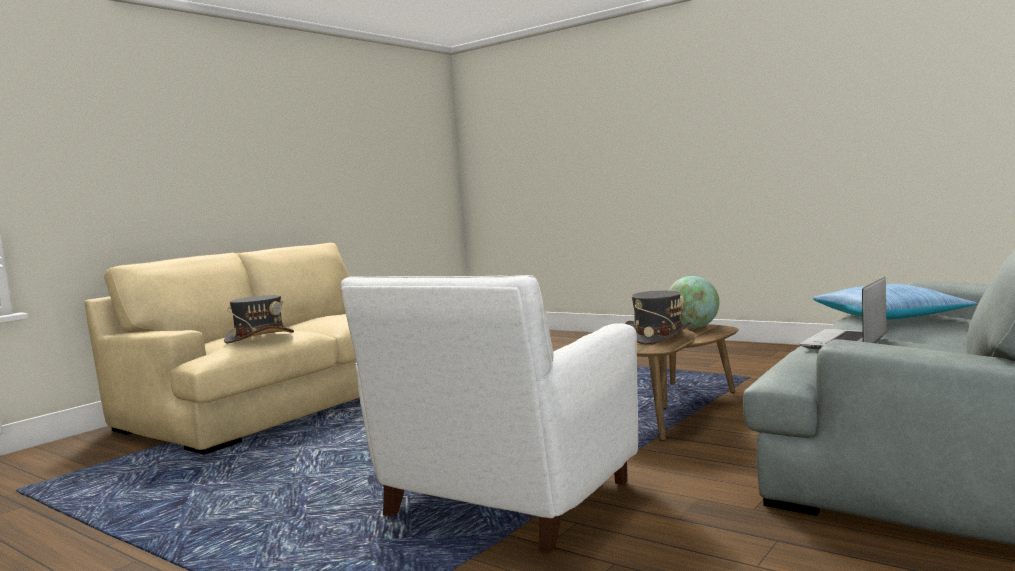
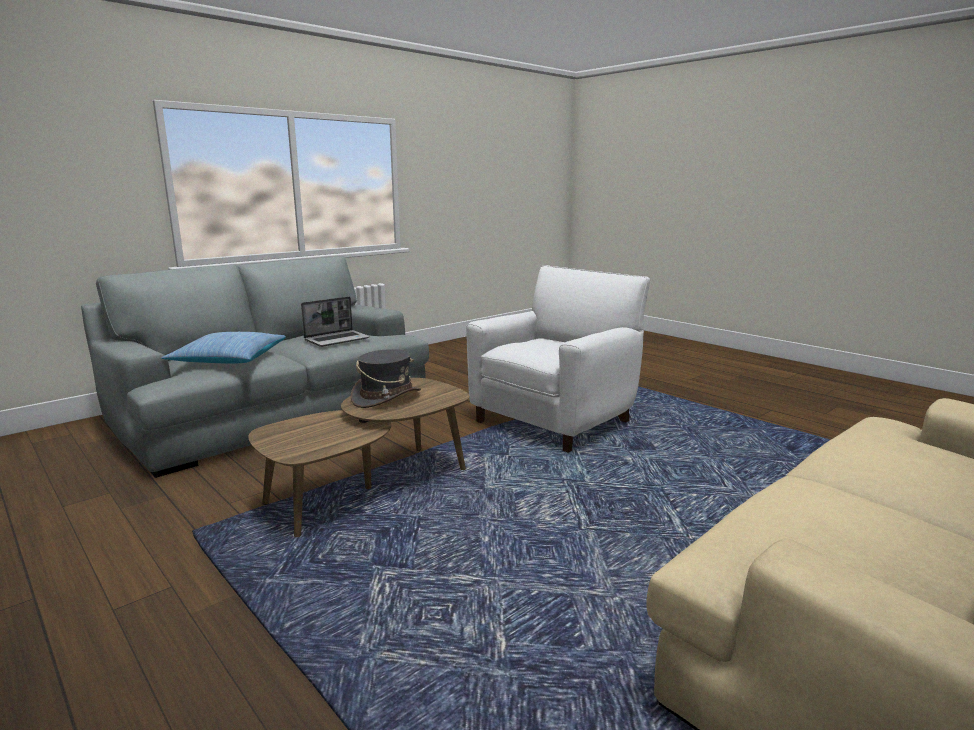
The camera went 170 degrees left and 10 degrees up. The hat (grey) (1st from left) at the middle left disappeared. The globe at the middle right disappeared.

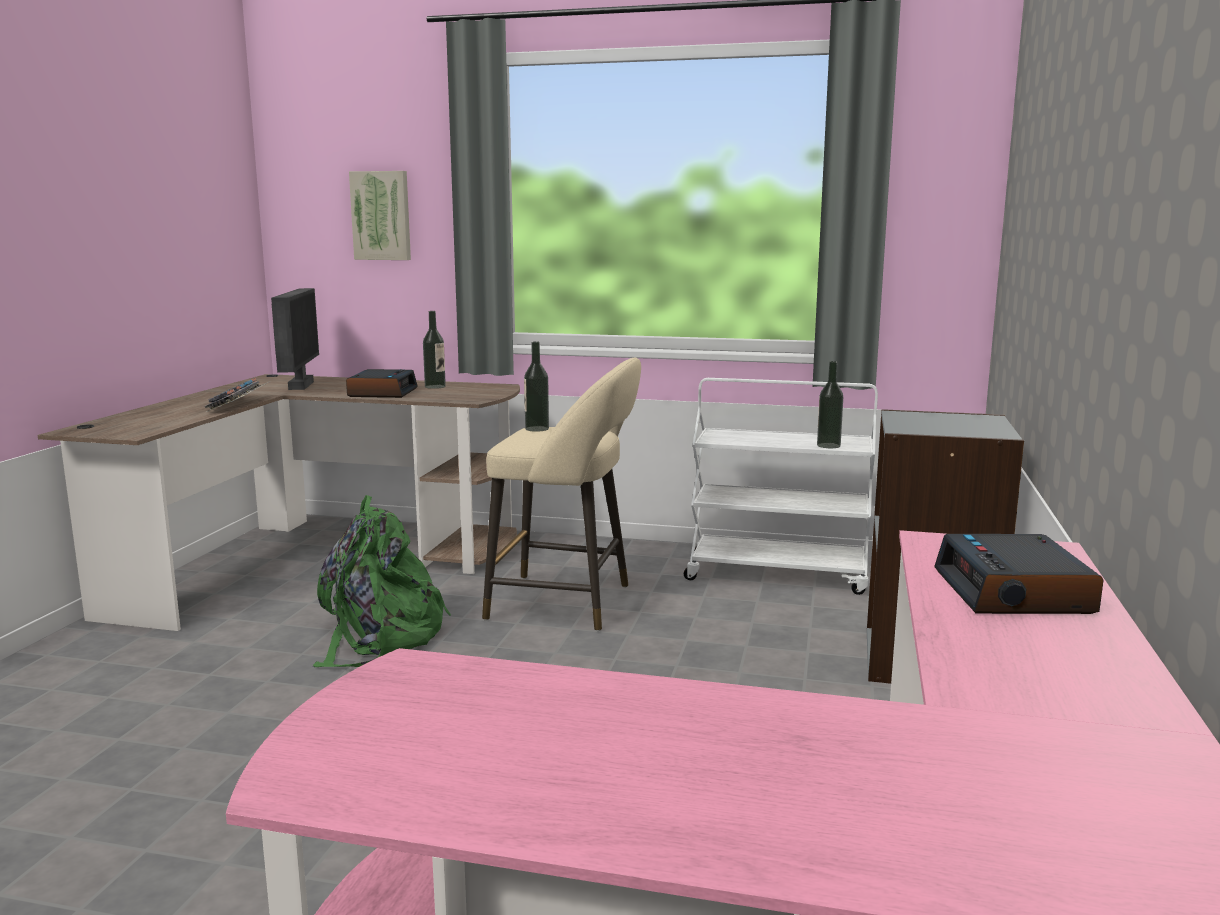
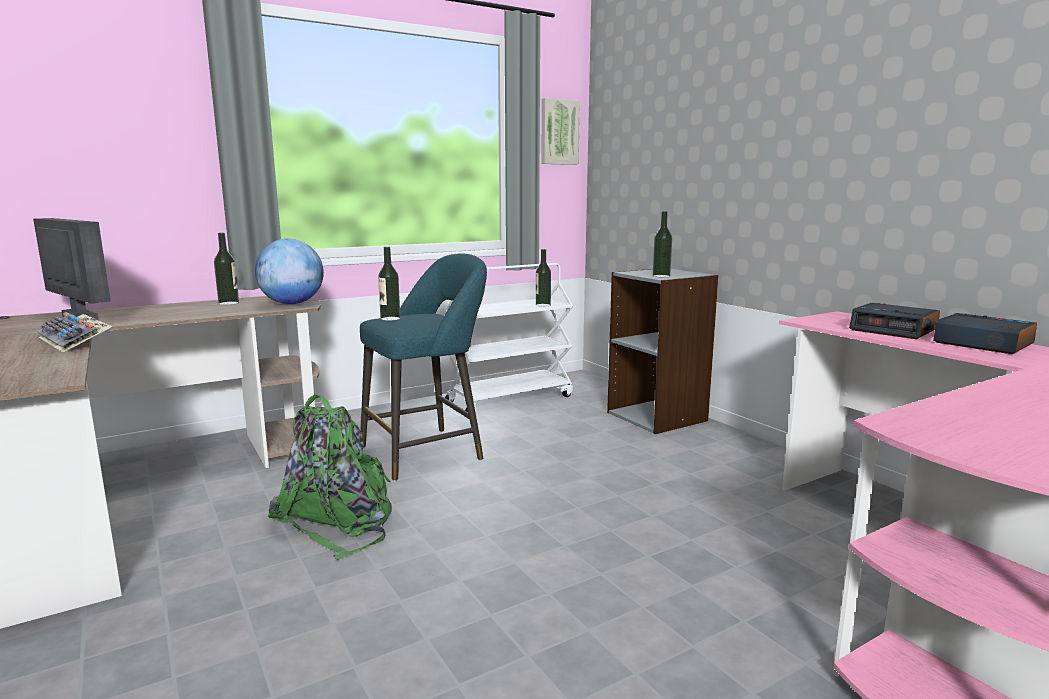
The camera went 45 degrees left and 0 degrees up. The alarm clock (1st from left in the first image) moved from the middle left to the middle right. The picture moved from the top left to the top centre. The stool (beige) at the centre became the stool (turquoise) at the centre. The globe at the middle left appeared. The bottle (4th from left) at the centre appeared.

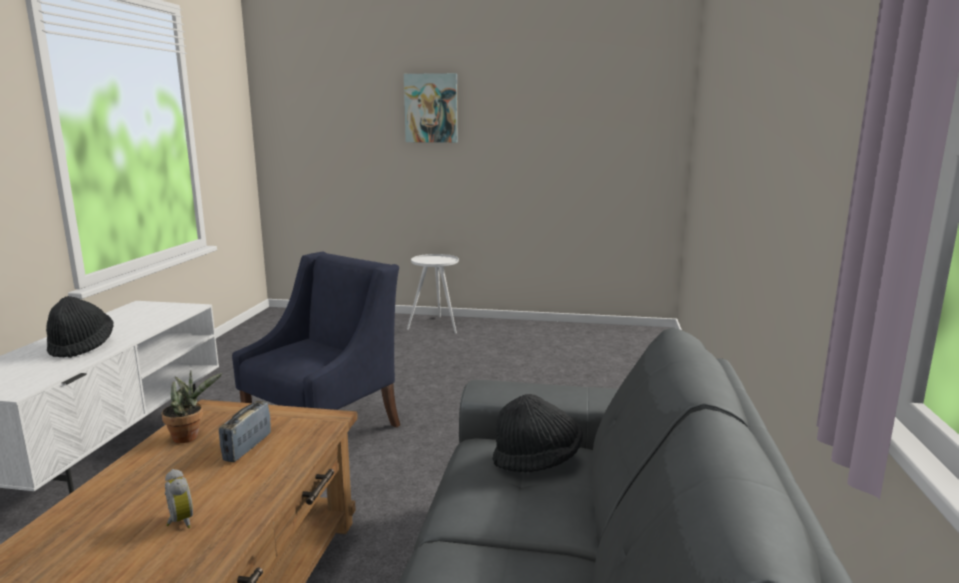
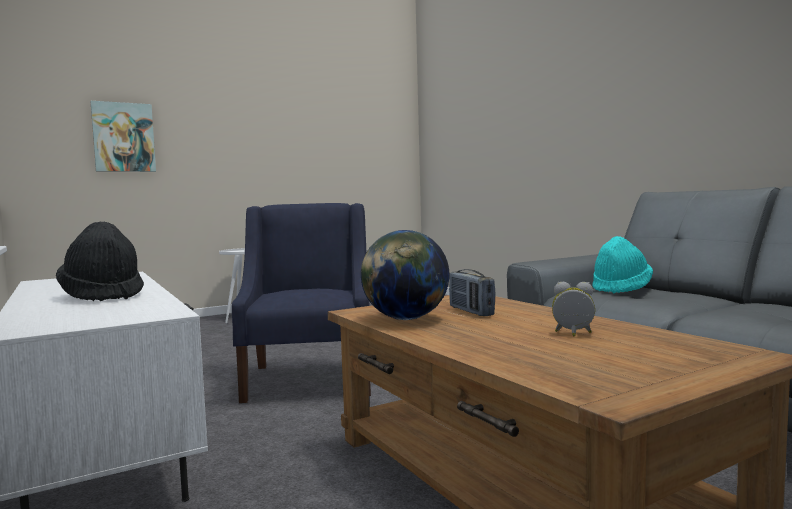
The camera went 40 degrees left and 10 degrees down. The potted plant at the bottom left was replaced by the globe at the centre. The picture moved from the top centre to the top left. The hat (black) (2nd from left) at the bottom centre became the hat (turquoise) at the middle right.

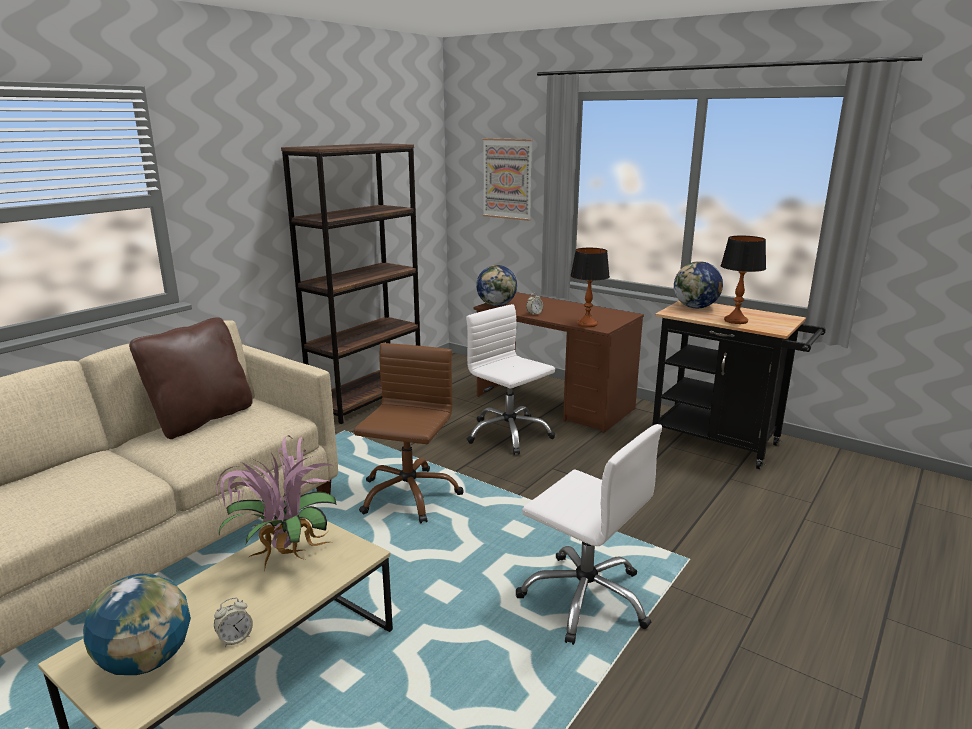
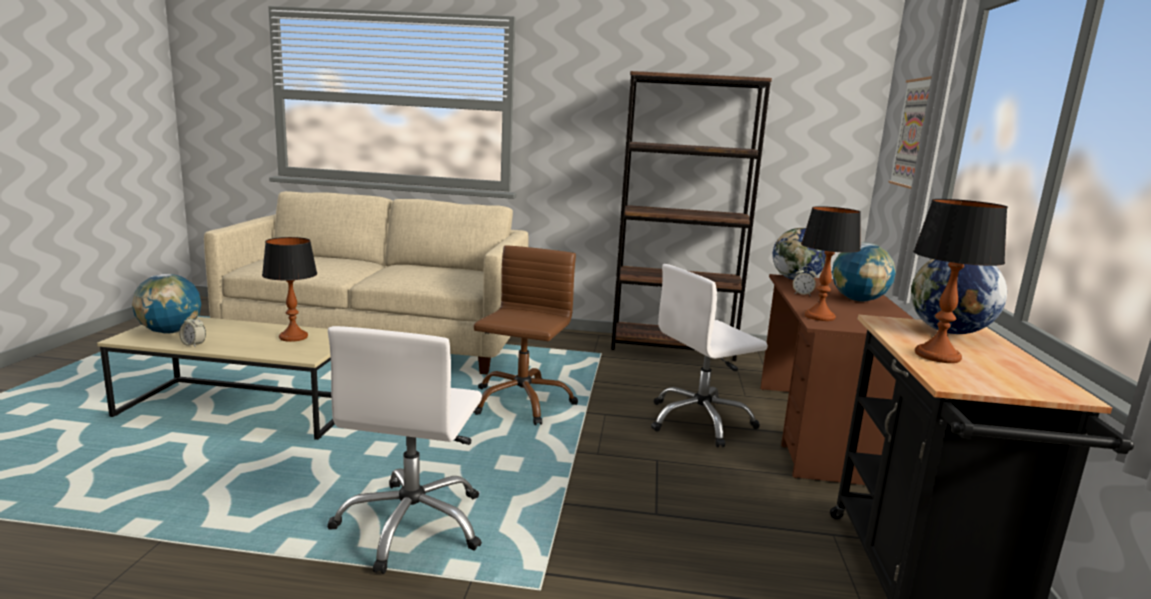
The camera went 60 degrees right and 5 degrees down. The pillow (brown) at the middle left disappeared. The potted plant at the bottom left was replaced by the table lamp (1st from left) at the middle left. The office chair (brown) at the centre turned 60 degrees counterclockwise. The office chair (white) (1st from left in the first image) at the centre turned 135 degrees counterclockwise. The globe (3rd from left) at the middle right appeared.

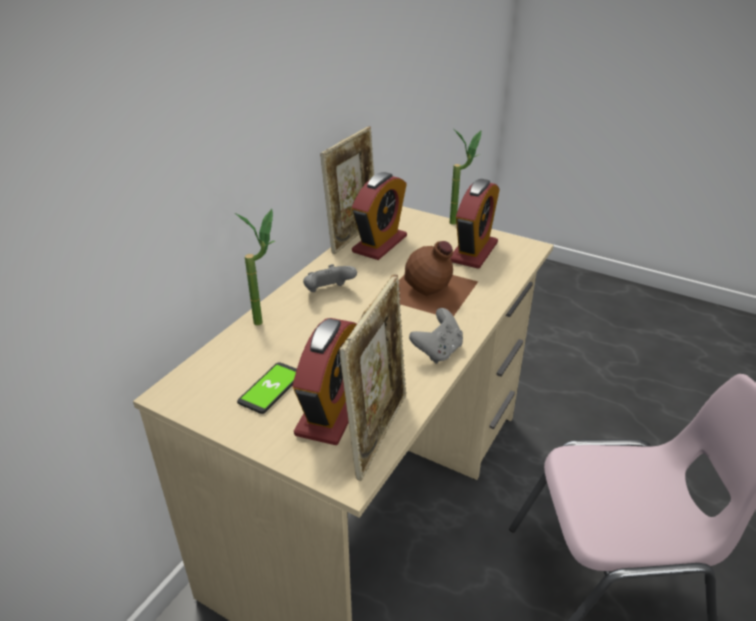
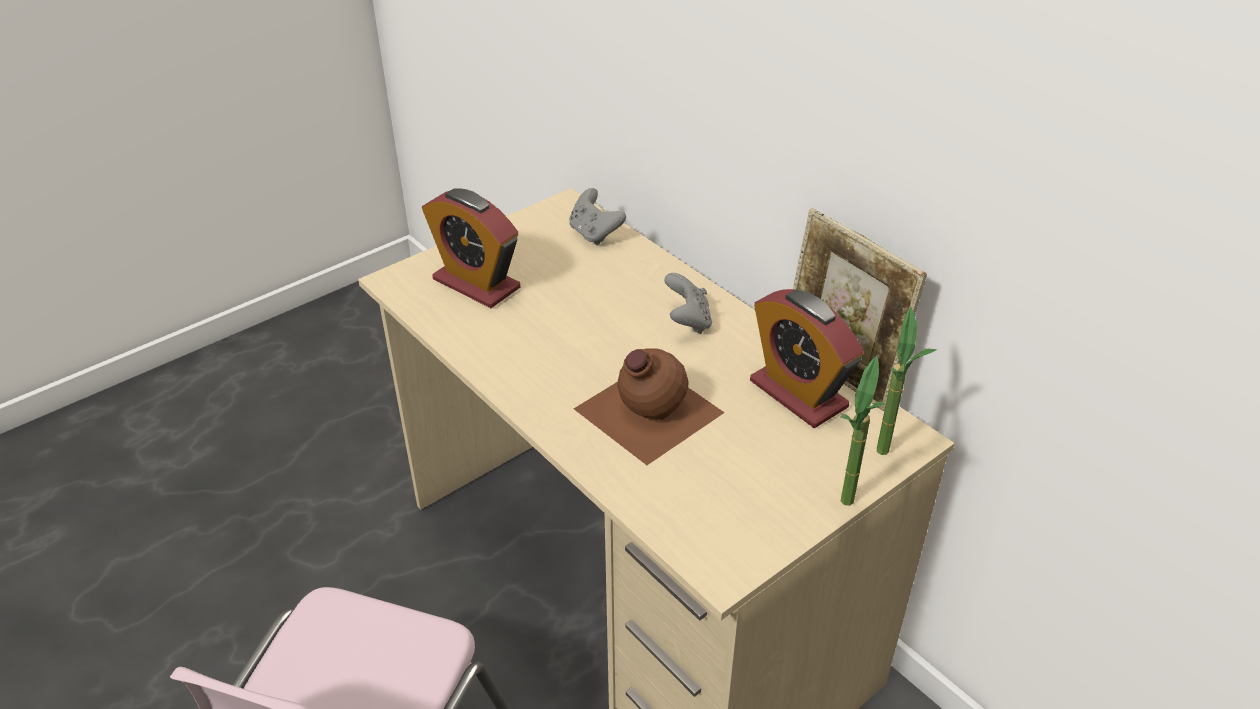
The camera went 110 degrees right and 5 degrees up. The potted plant (1st from left in the first image) moved from the centre to the middle right. The phone at the centre disappeared. The picture frame (2nd from left) at the centre disappeared. The game controller (grey) (2nd from left in the first image) moved from the centre to the top centre. The alarm clock (3rd from left) at the centre disappeared.

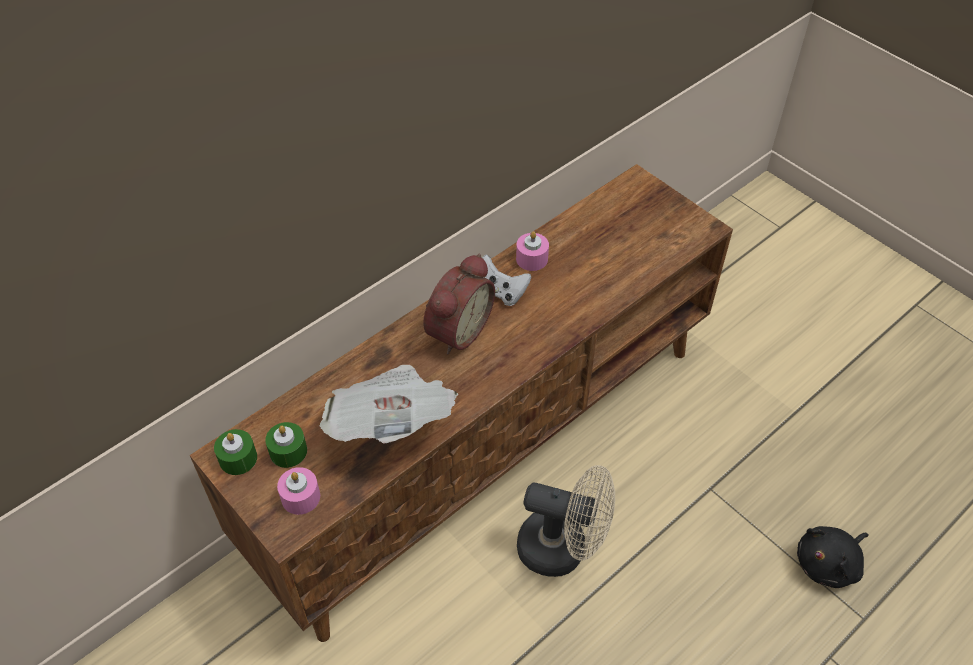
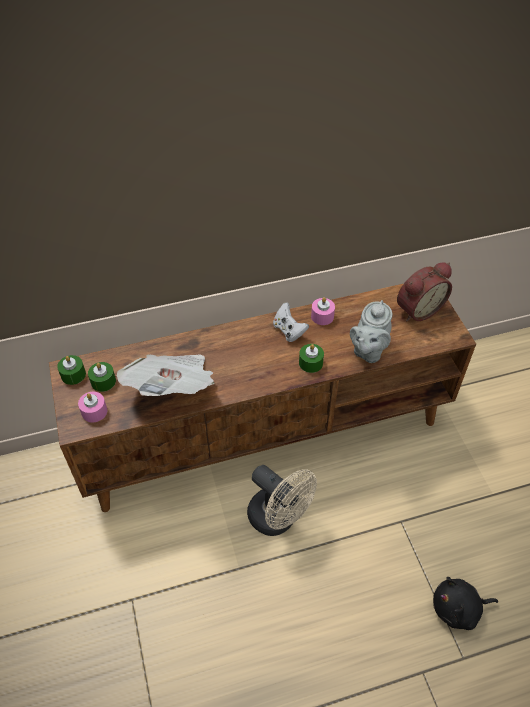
The camera went 25 degrees right and 0 degrees up. The alarm clock moved from the centre to the middle right. The candle (green) (3rd from left) at the centre appeared. The teapot (grey) at the middle right appeared.

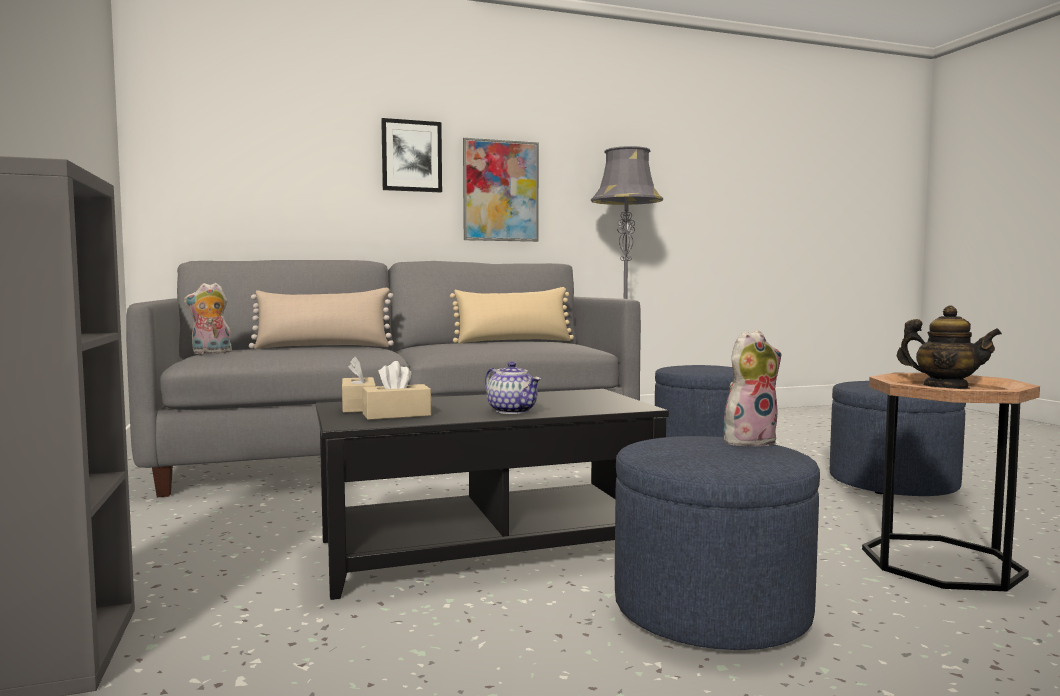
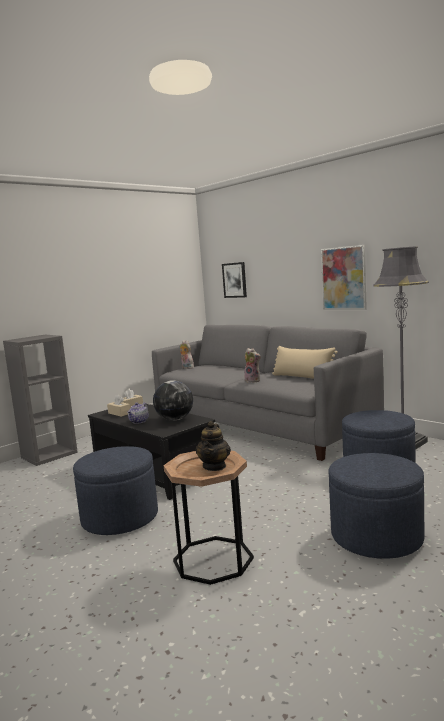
The camera went 65 degrees right and 5 degrees up. The pillow (beige) (1st from left) at the middle left disappeared. The picture (1st from left) moved from the top centre to the centre. The plush toy (2nd from left) moved from the middle right to the centre. The globe at the centre appeared.

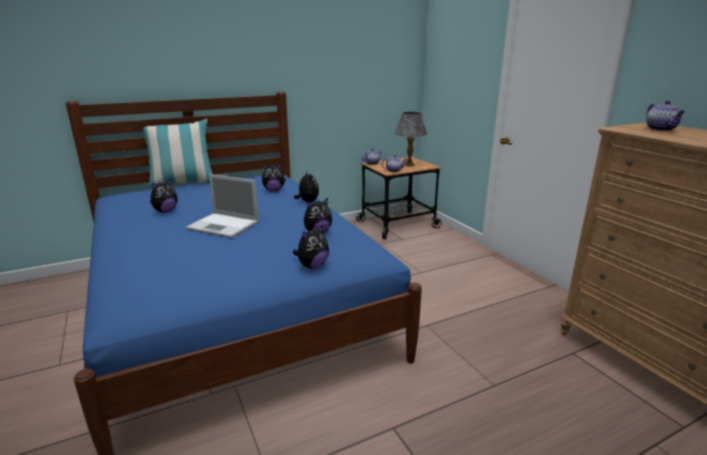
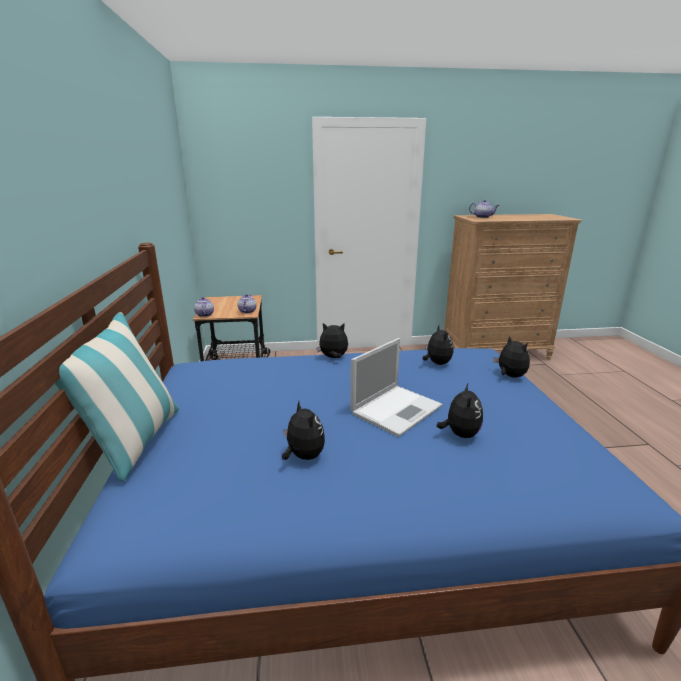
The camera went 70 degrees left and 0 degrees up. The plush toy (2nd from left in the first image) moved from the centre to the middle right. The table lamp (grey) at the top centre disappeared.

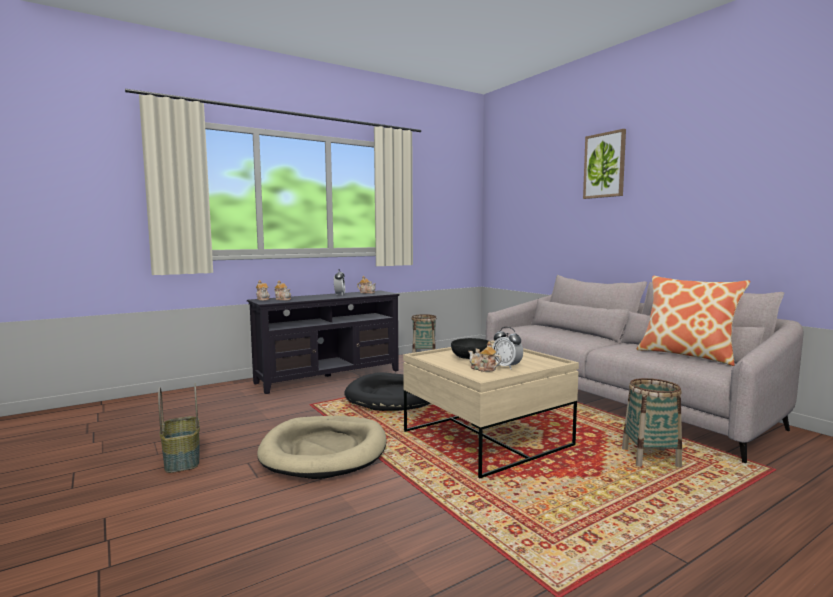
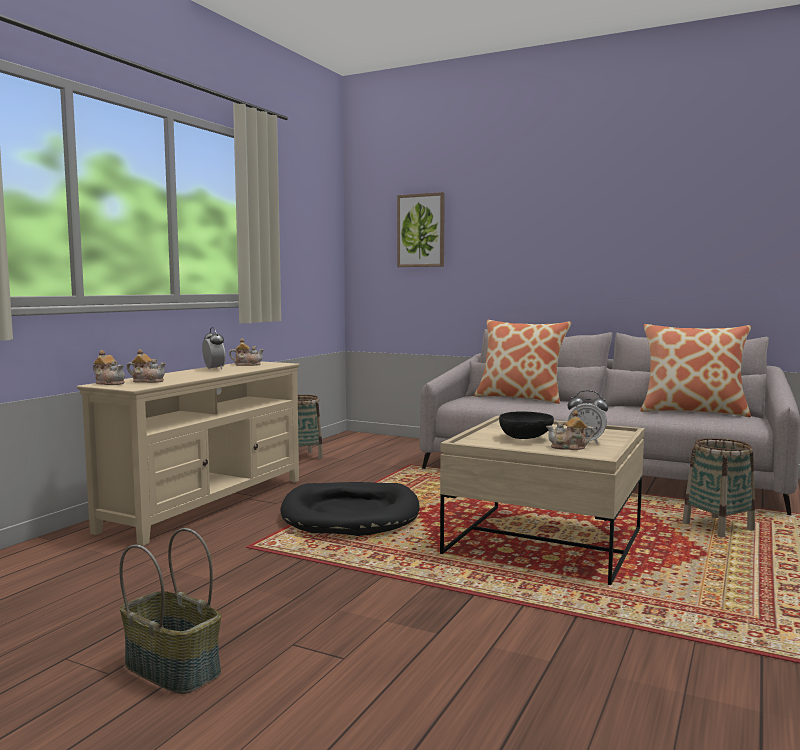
The camera went 30 degrees left and 0 degrees up. The tv stand (black) at the centre became the tv stand (beige) at the middle left. The dog bed (beige) at the bottom centre disappeared. The picture moved from the top right to the top centre. The pillow (1st from left) at the centre appeared.

